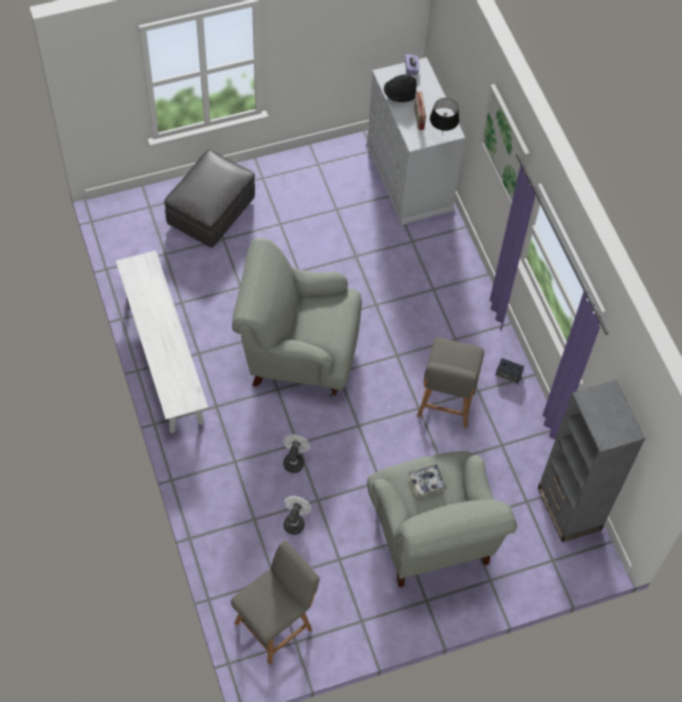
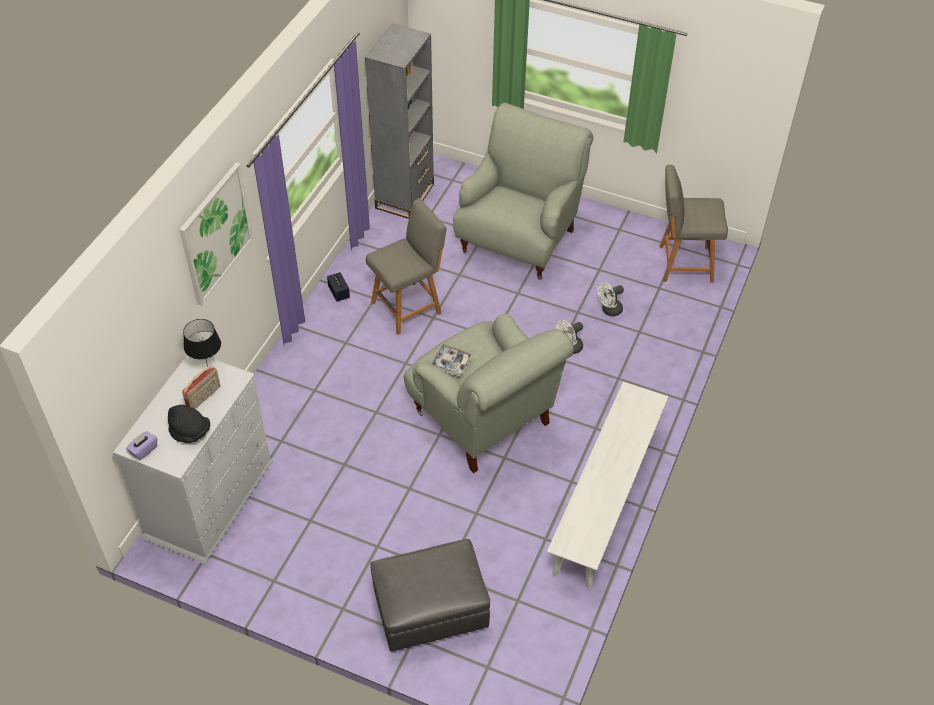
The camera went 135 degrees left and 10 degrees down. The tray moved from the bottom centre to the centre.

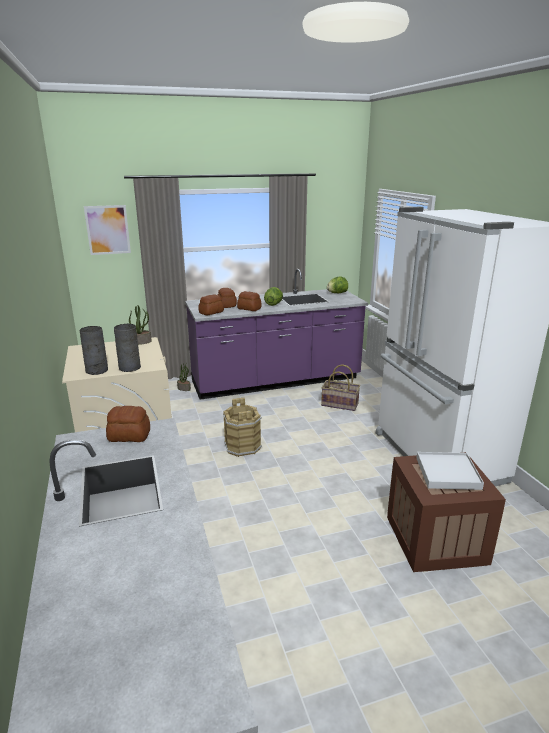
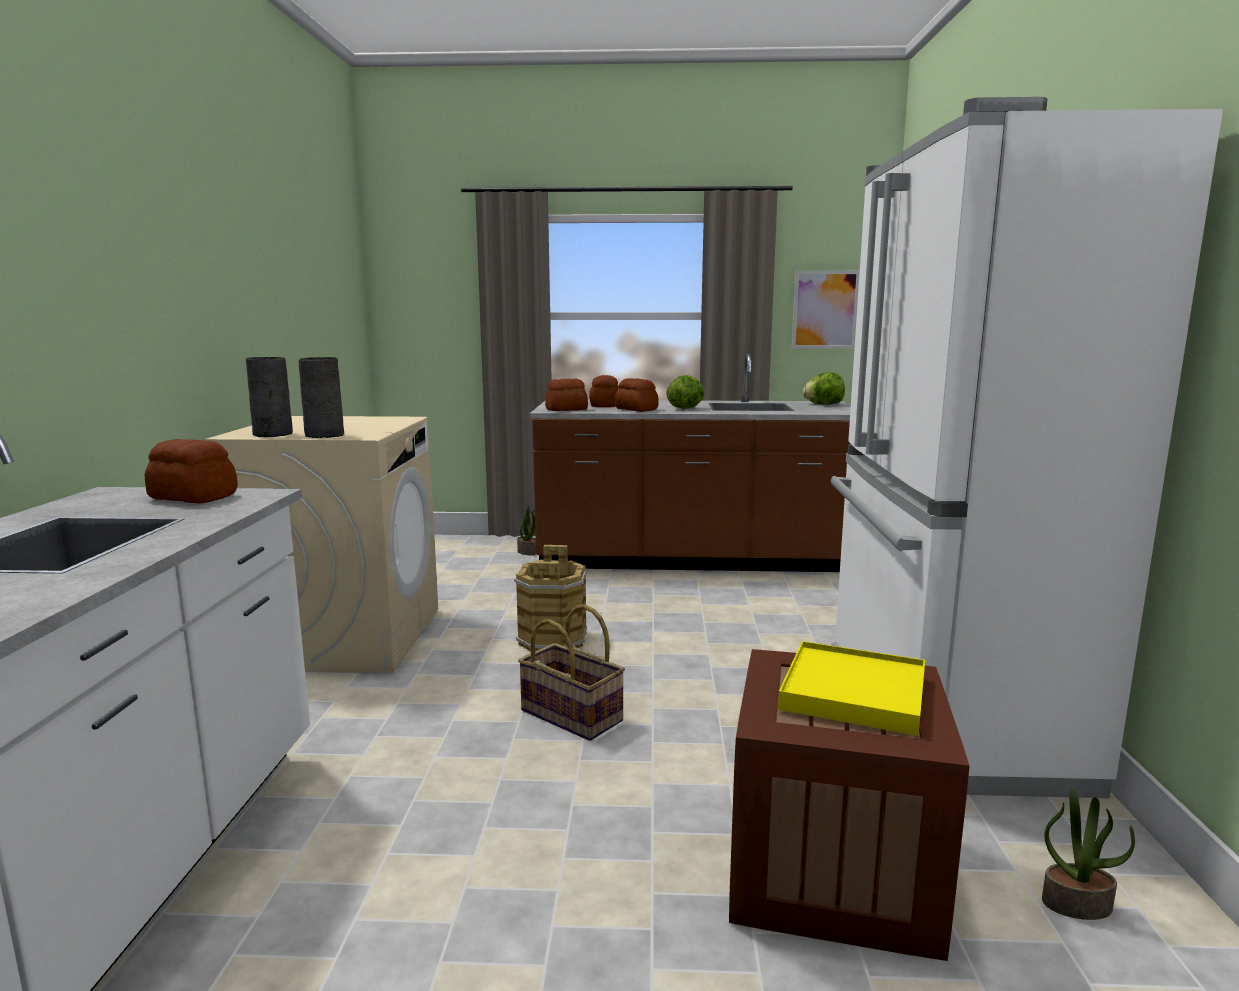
The camera went 20 degrees right and 10 degrees down. The picture moved from the top left to the top right. The potted plant (1st from left in the first image) moved from the middle left to the bottom right. The counter (purple) at the centre became the counter (brown) at the centre. The basket moved from the centre to the bottom centre. The tray (white) at the middle right became the tray (yellow) at the bottom right.

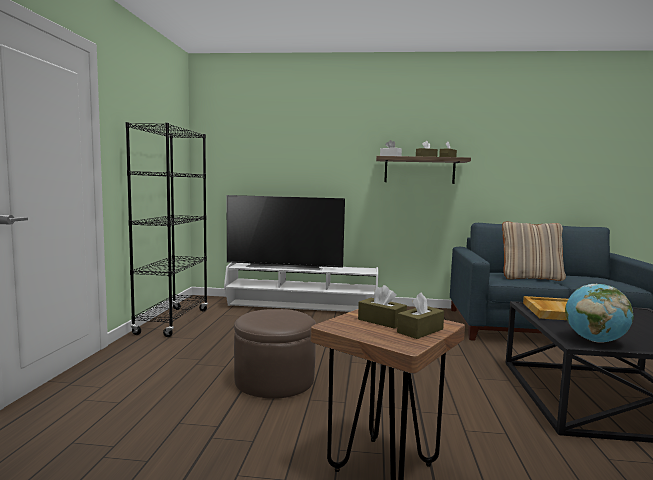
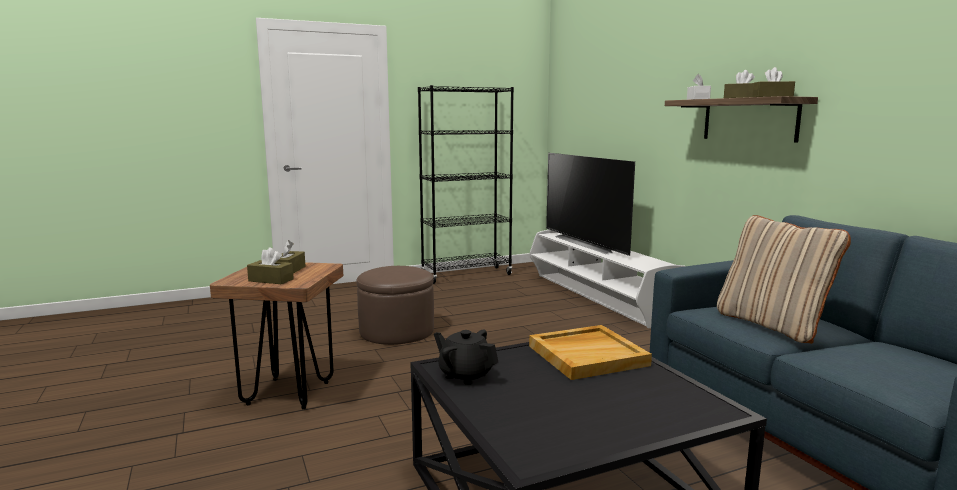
The camera went 60 degrees right and 5 degrees up. The globe at the middle right was replaced by the teapot (black) at the bottom centre.

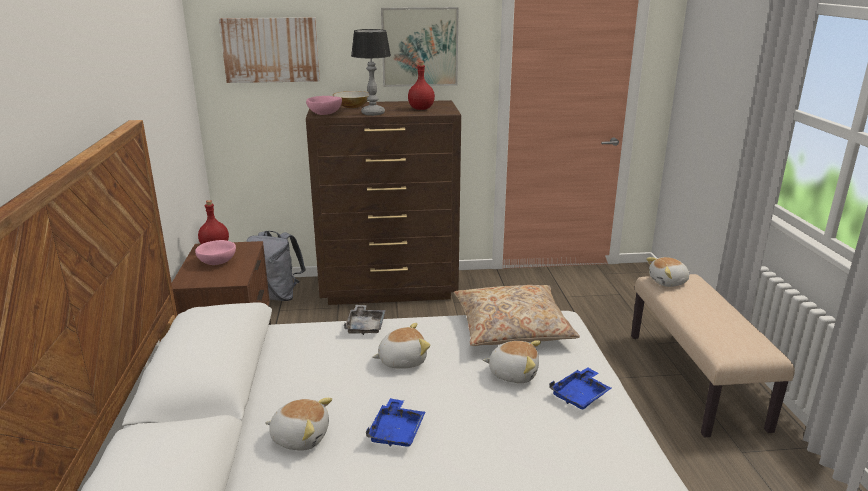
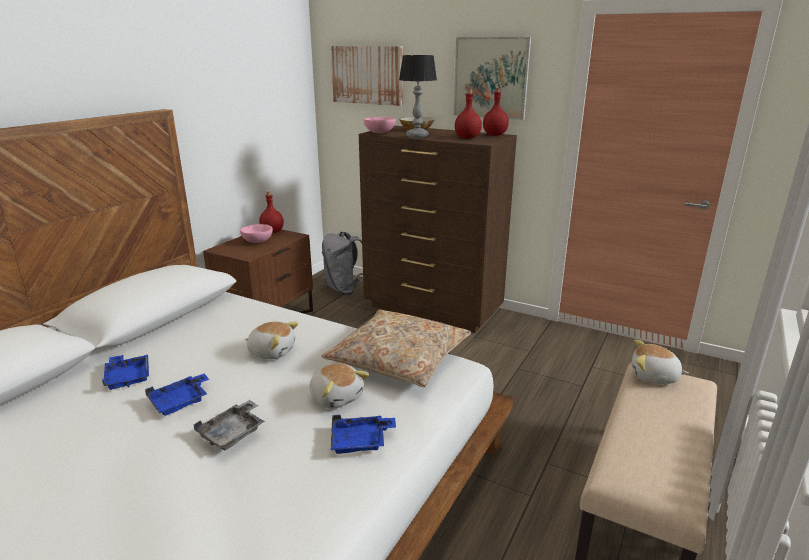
The camera went 35 degrees right and 0 degrees up. The plush toy (1st from left) at the bottom centre was replaced by the tray (blue) (1st from left) at the middle left. The tray (grey) moved from the centre to the bottom left. The bottle (red) (3rd from left) at the top centre appeared.

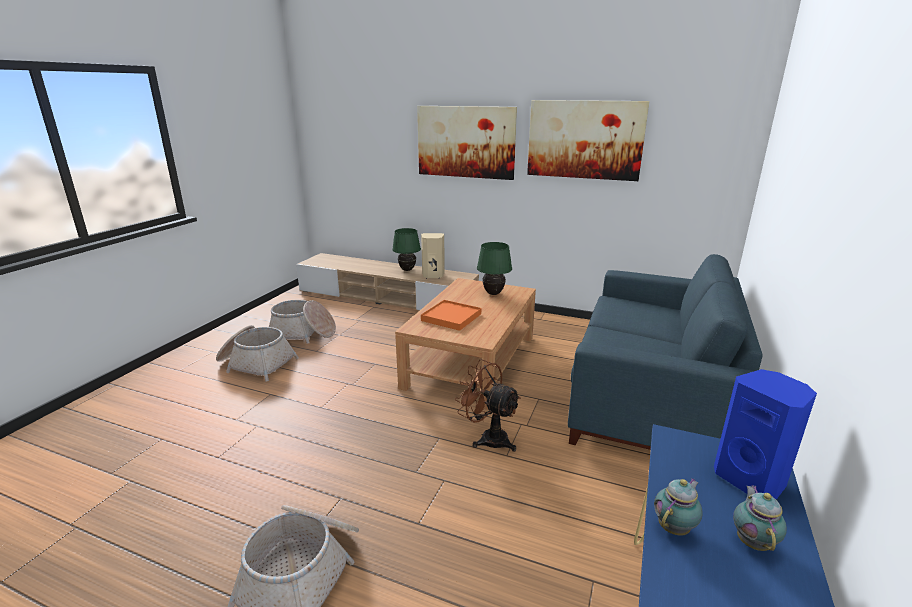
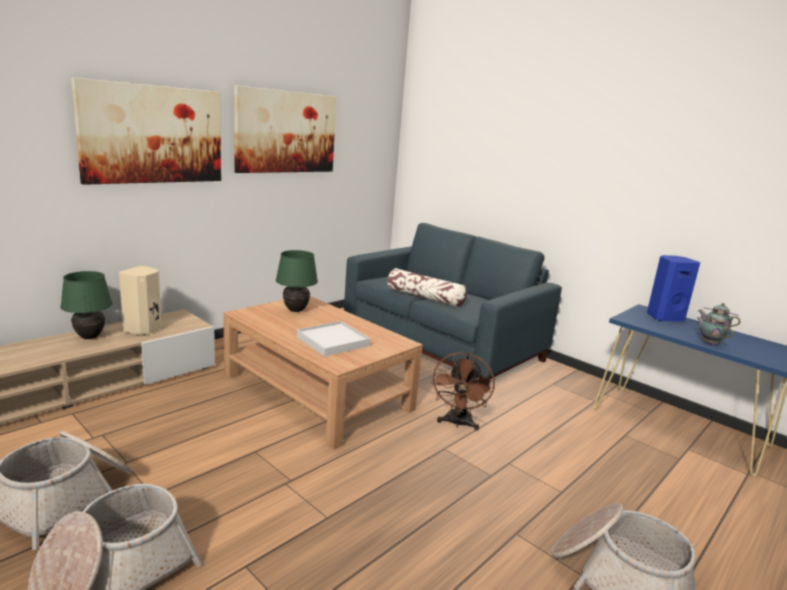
The camera went 70 degrees left and 5 degrees down. The tray (orange) at the centre became the tray (white) at the centre. The fan (brown) at the bottom centre turned 45 degrees counterclockwise. The pillow at the centre appeared.

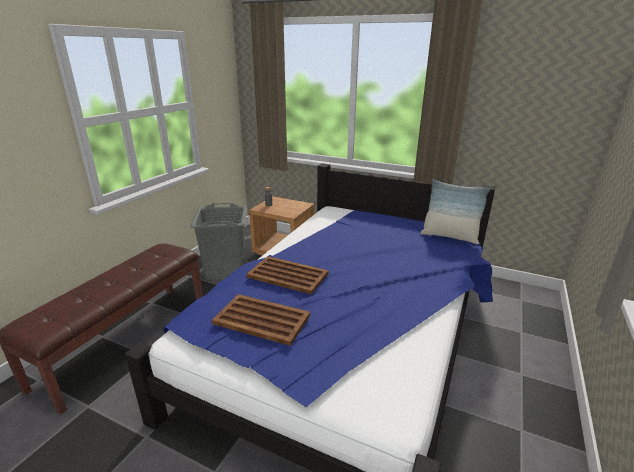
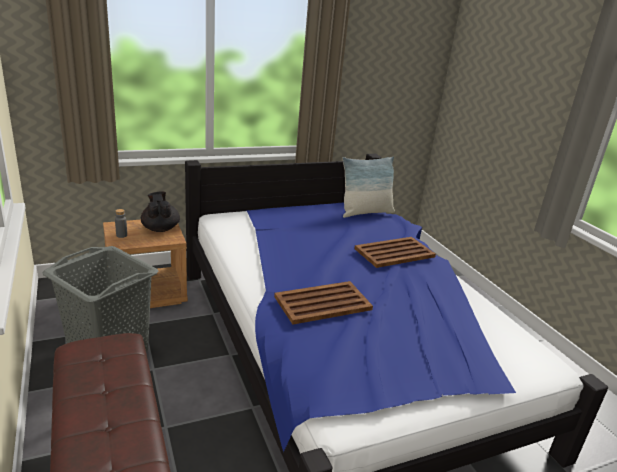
The camera went 50 degrees left and 0 degrees up. The tray (brown) (1st from left in the first image) moved from the bottom centre to the centre. The teapot (black) at the middle left appeared.

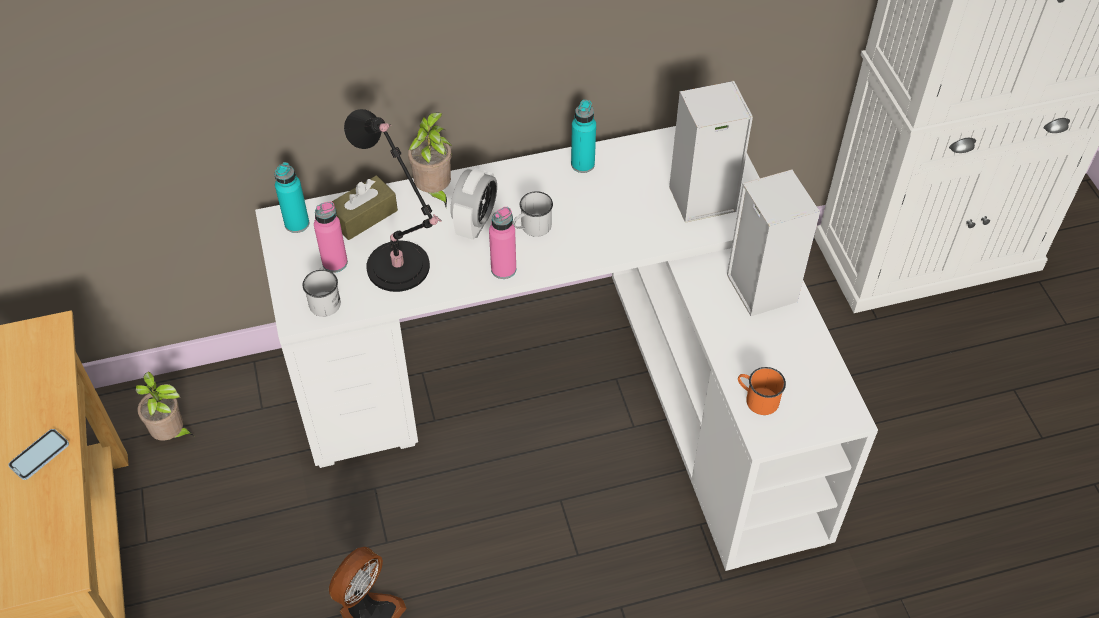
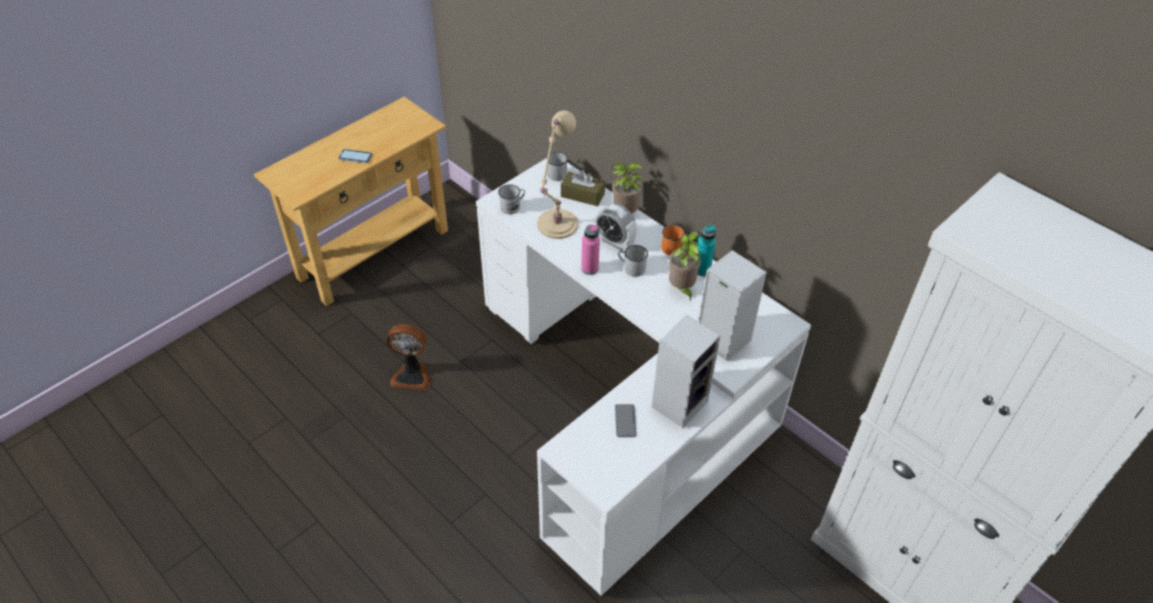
The camera went 60 degrees right and 5 degrees down. The potted plant (1st from left in the first image) moved from the middle left to the centre. The bottle (turquoise) (1st from left) at the top left was replaced by the mug (white) (2nd from left) at the top centre. The bottle (pink) (1st from left) at the middle left disappeared. The table lamp (black) at the top centre became the table lamp (beige) at the top centre. The alarm clock at the top centre turned 45 degrees clockwise. The mug (orange) moved from the middle right to the centre. The phone (2nd from left) at the bottom centre appeared.

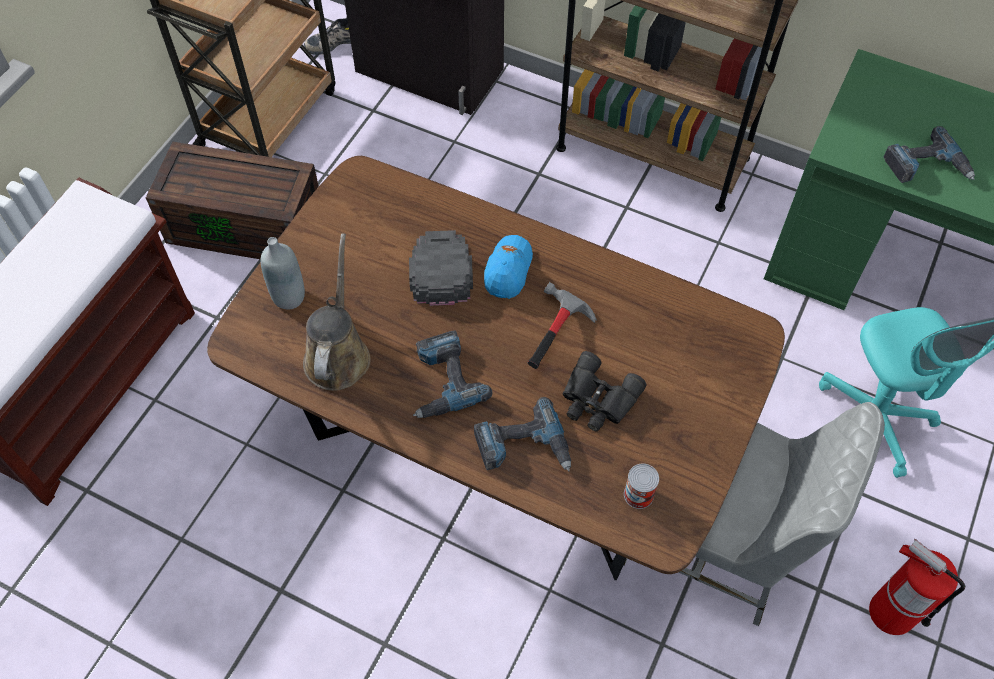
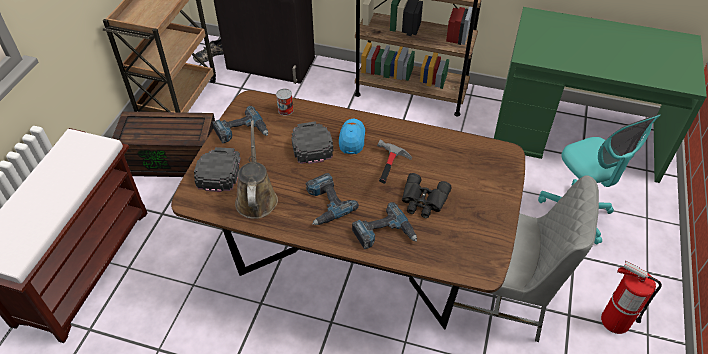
The camera went 10 degrees left and 10 degrees down. The bottle (grey) at the middle left was replaced by the cap (black) (1st from left) at the middle left. The can moved from the bottom centre to the top centre. The power drill (3rd from left in the first image) moved from the top right to the centre.

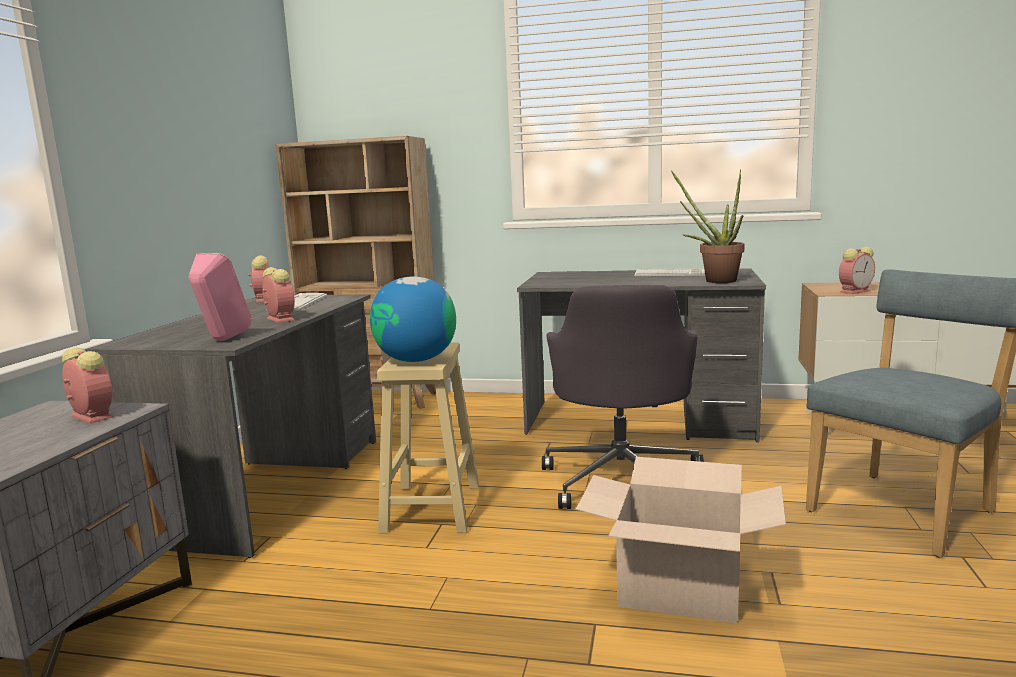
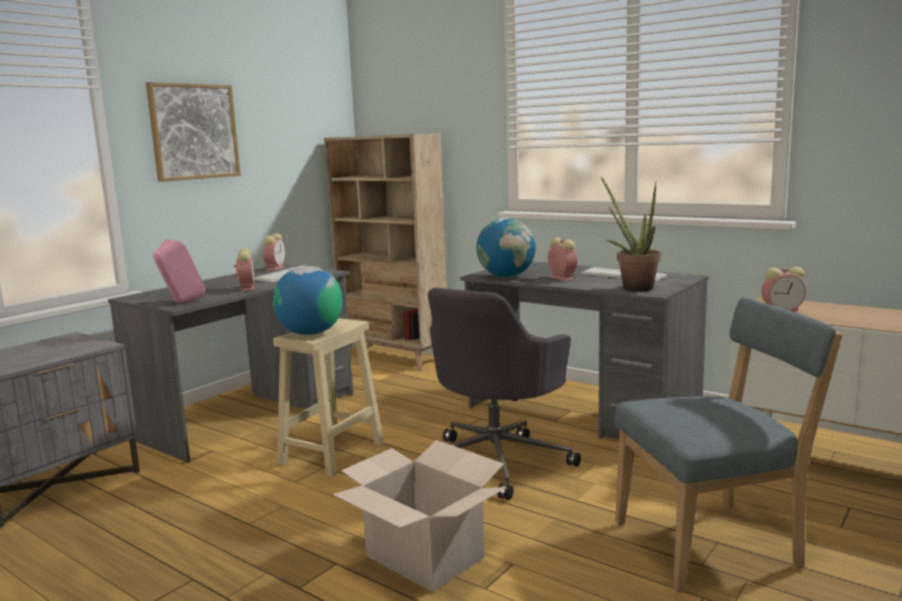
The camera went 25 degrees right and 0 degrees up. The alarm clock (1st from left in the first image) moved from the middle left to the centre. The picture at the top left appeared. The globe (2nd from left) at the centre appeared.

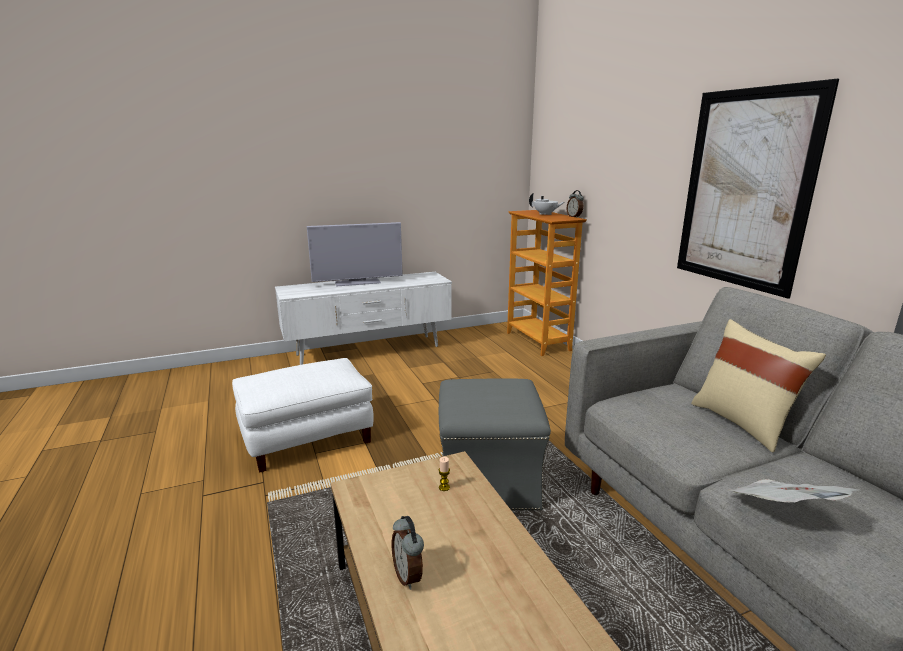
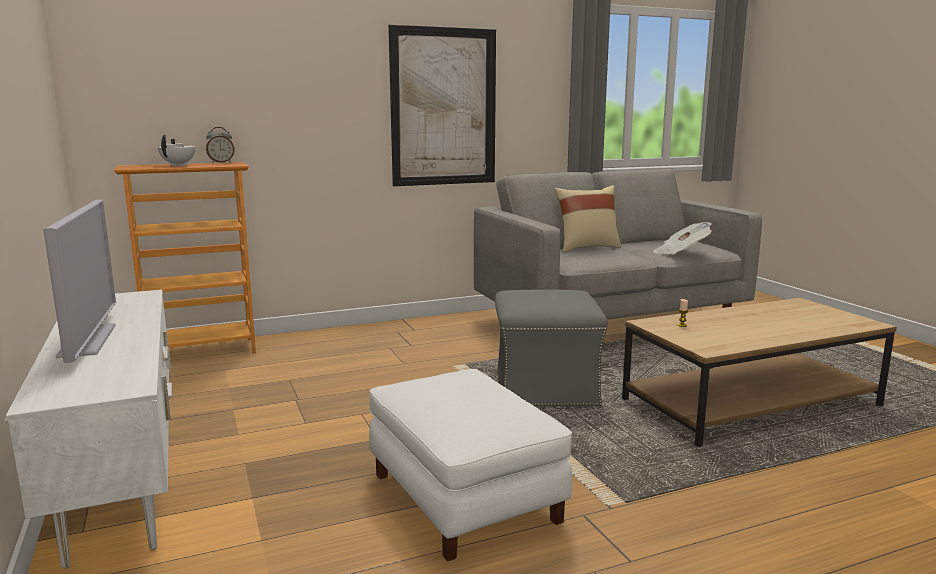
The camera went 90 degrees left and 5 degrees down. The alarm clock (1st from left) at the bottom centre disappeared.

